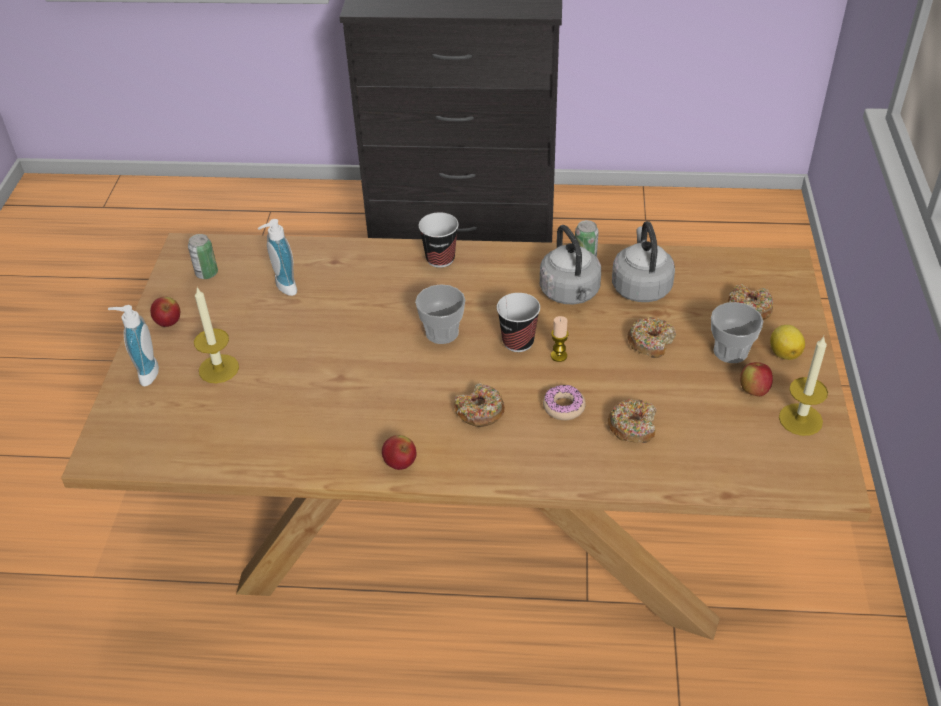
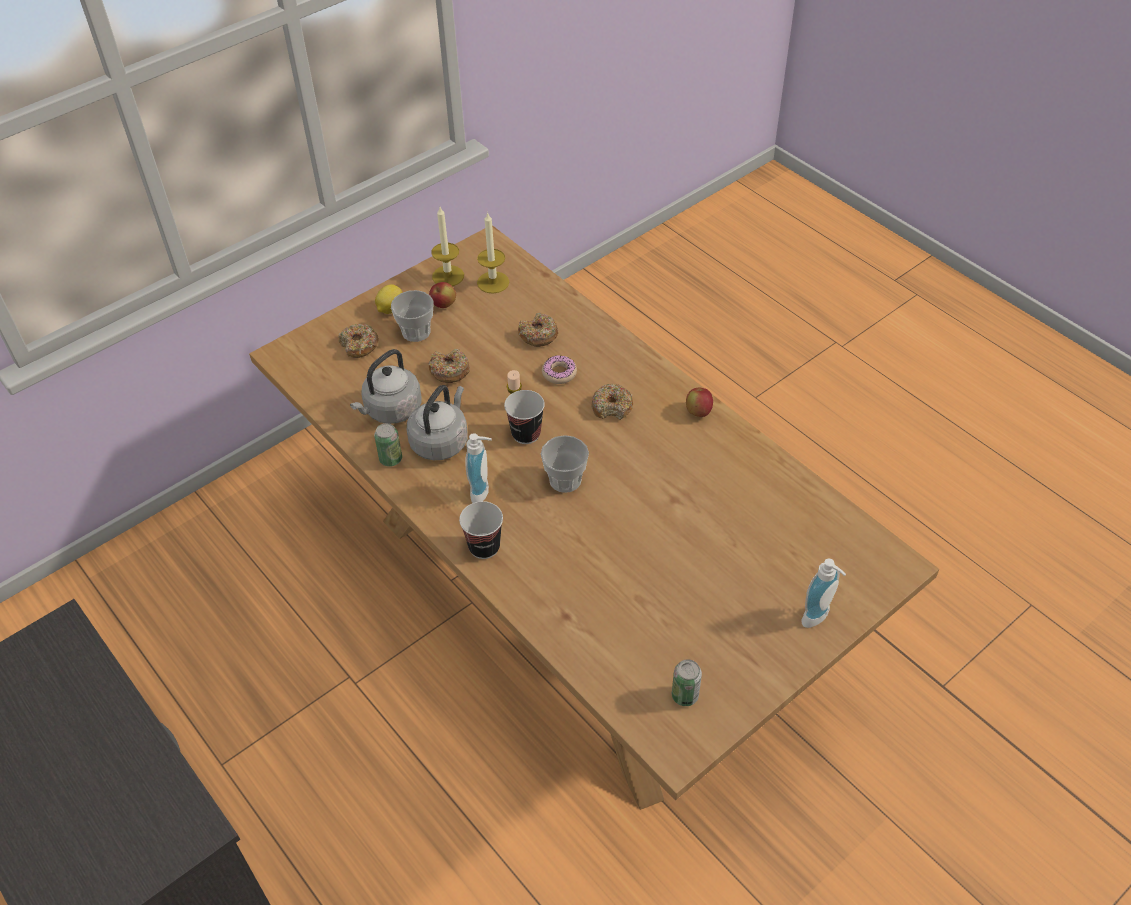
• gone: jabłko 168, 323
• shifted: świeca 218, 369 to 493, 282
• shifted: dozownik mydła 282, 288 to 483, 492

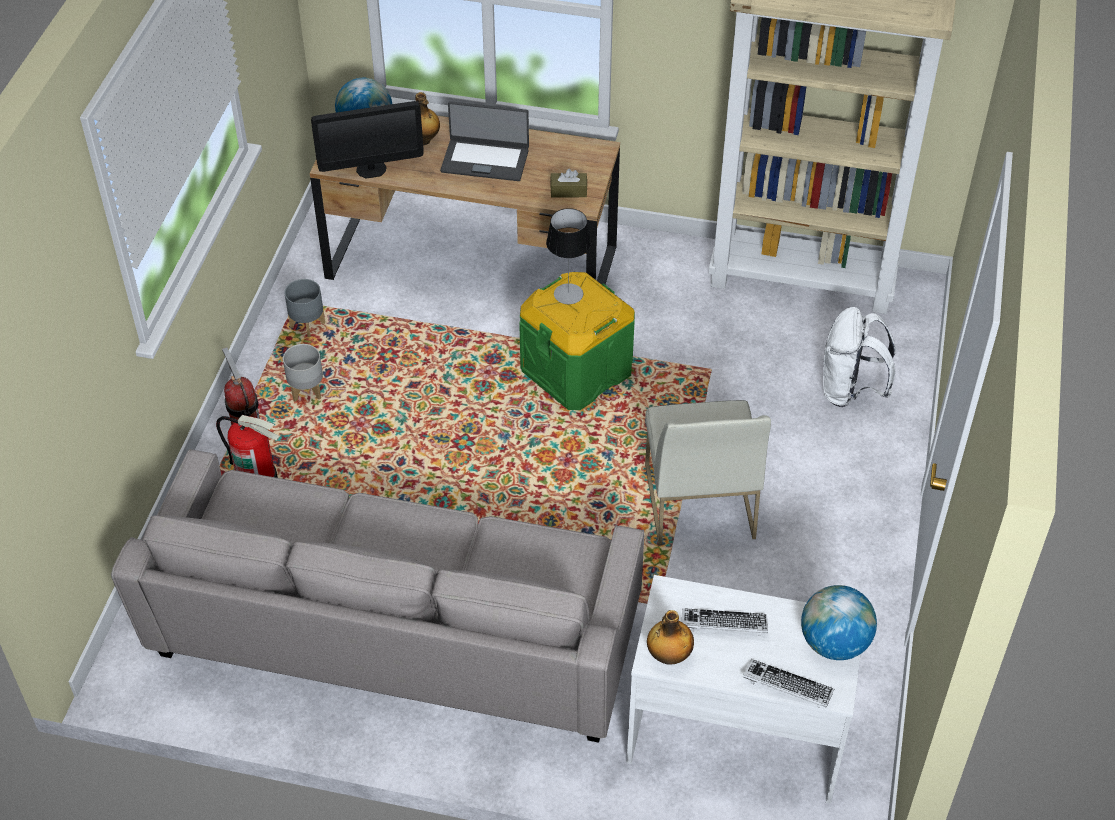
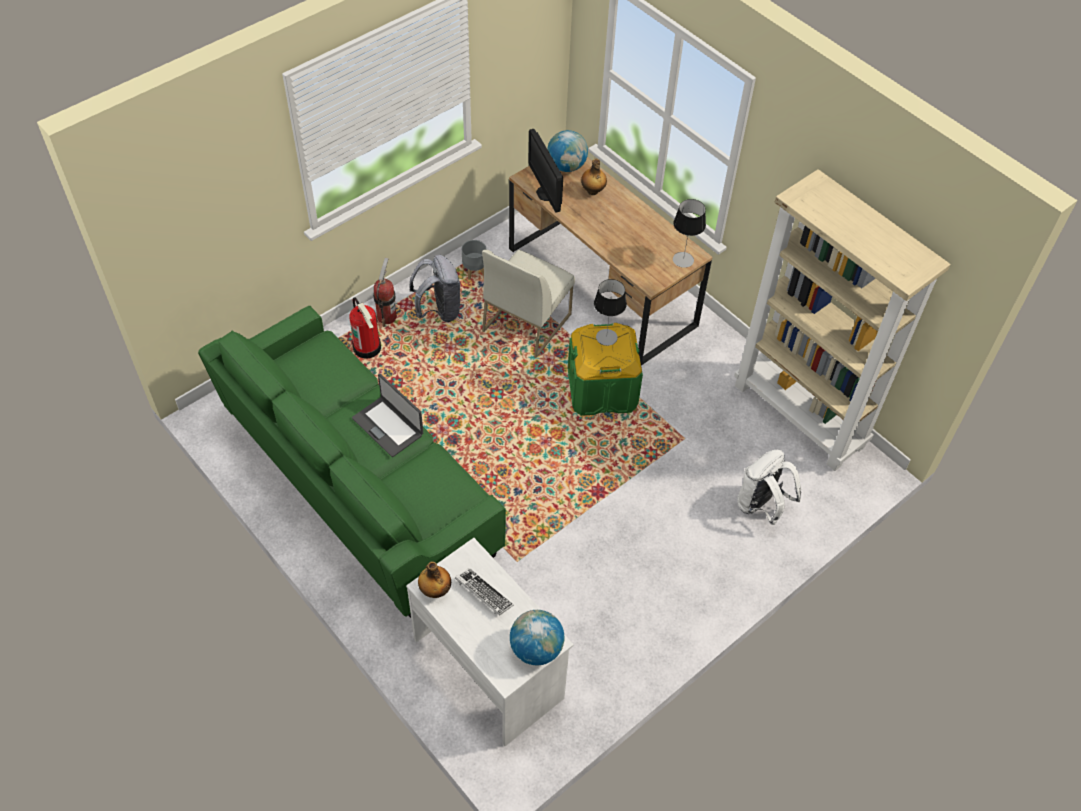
• repainted: kanapa [szary] 395, 636 to kanapa [zielony] 359, 483
• swapped: donica [szary] 306, 391 to plecak [szary] 439, 311
• rotated: monitor 371, 169 = 546, 193 45 degrees clockwise
• shifted: laptop 485, 160 to 388, 426
• gone: pudełko chusteczek [brązowy] 568, 191
• shifted: krzesło [biały] 698, 500 to 526, 322
• gone: klawiatura 787, 687
• new: lampa stołowa 683, 260

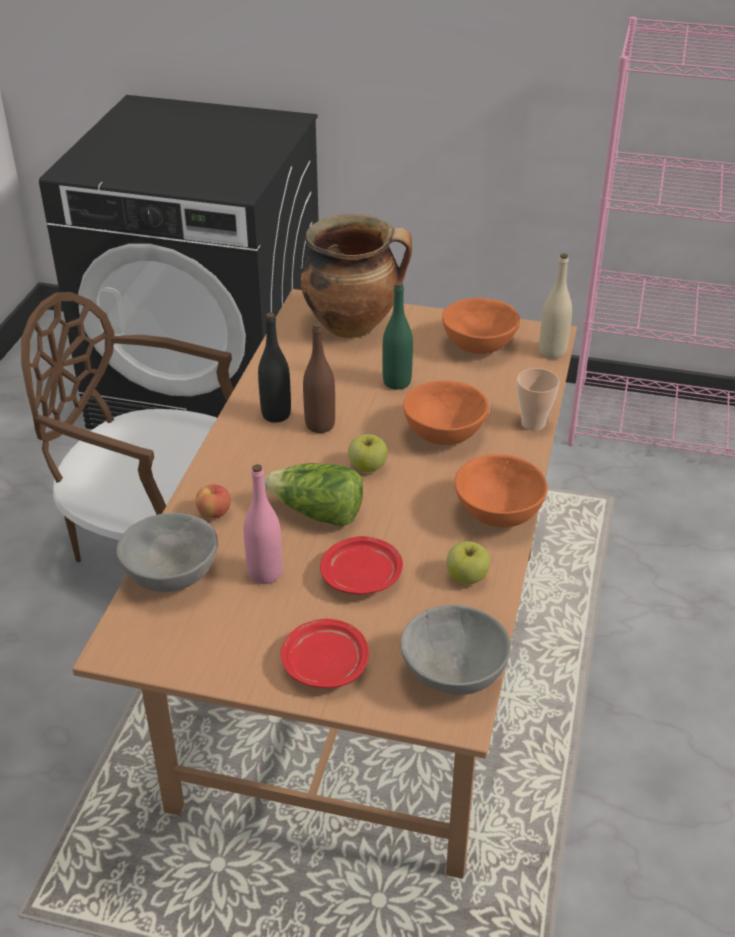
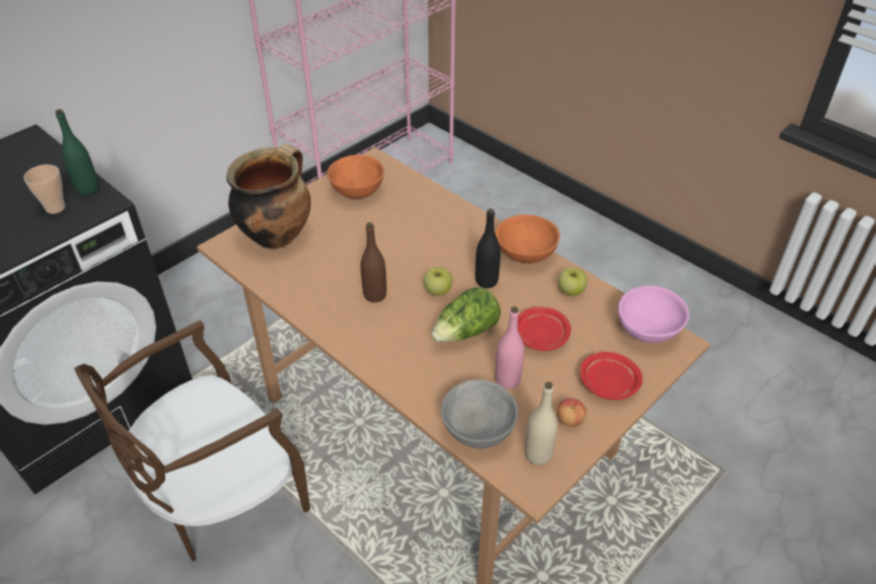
• shifted: jabłko 214, 513 to 569, 420
• shifted: butelka [czarny] 276, 414 to 486, 281
• shifted: butelka [zielony] 397, 382 to 88, 189
• repainted: miska [szary] 453, 677 to miska [różowy] 648, 331
• gone: miska [pomarańczowy] 443, 434
• shifted: filiżanka 533, 423 to 55, 208
• shifted: butelka [beżowy] 552, 352 to 538, 454

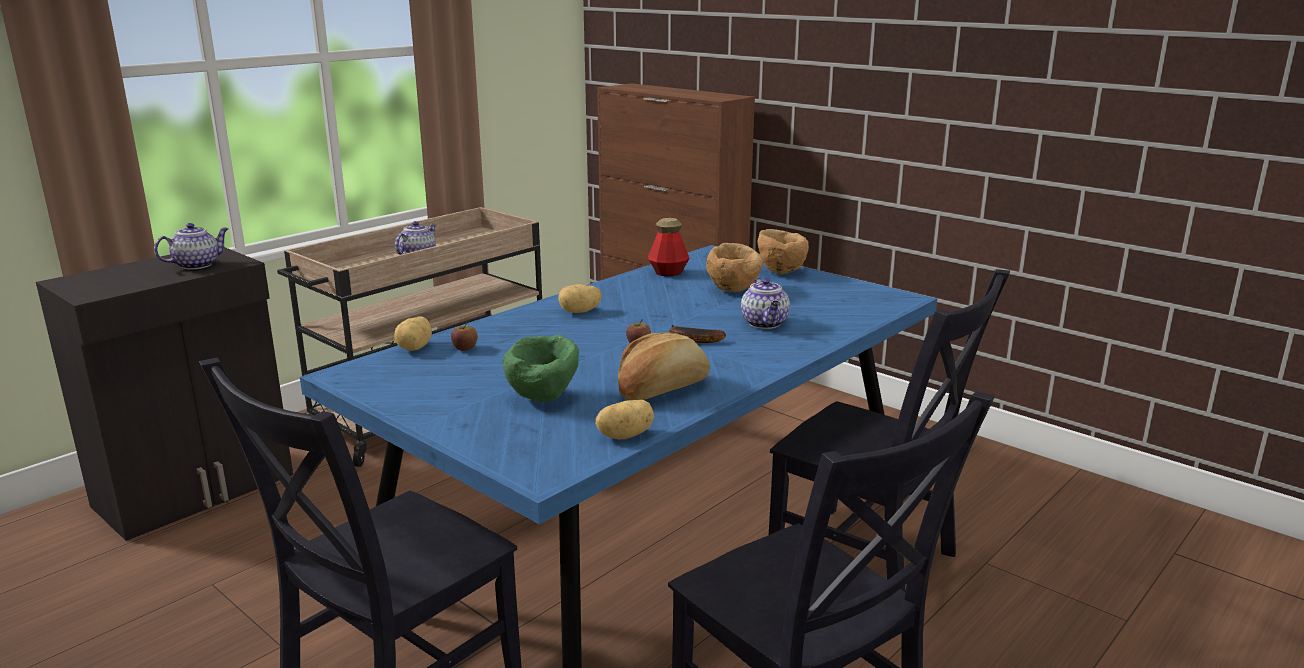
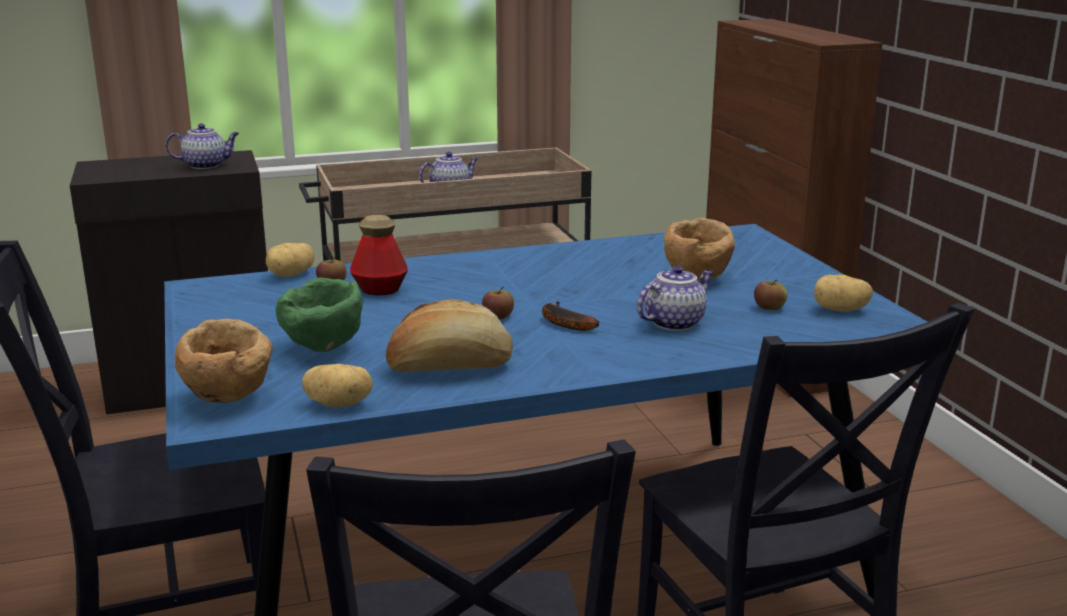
• shifted: ziemniak 580, 312 to 840, 310
• shifted: butelka 668, 272 to 380, 290
• rotated: imbryk 765, 324 = 674, 322 150 degrees counterclockwise
• shifted: miska [brązowy] 781, 272 to 229, 398
• new: jabłko 769, 307

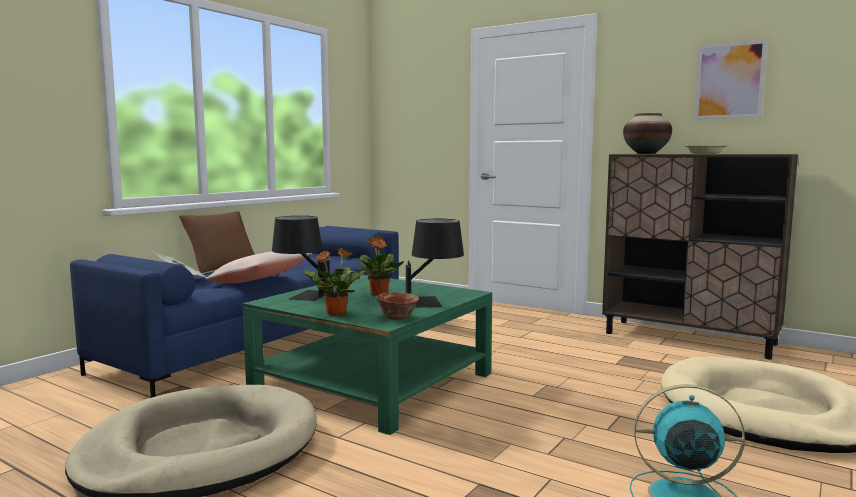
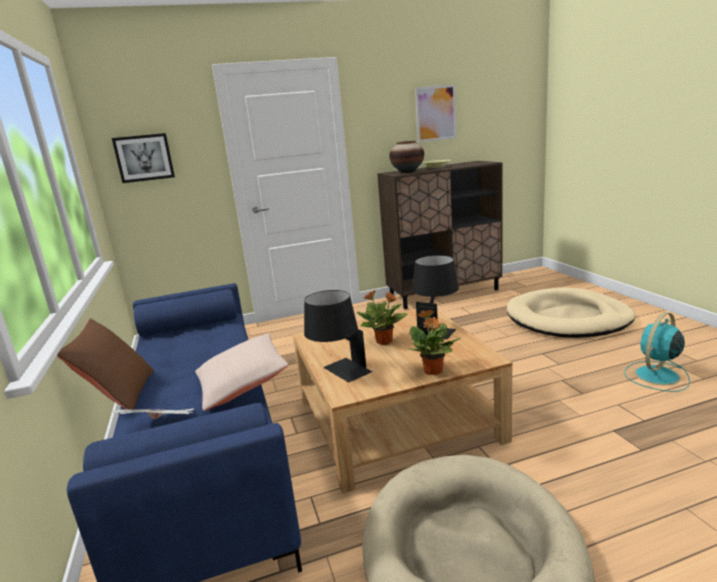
• repainted: ława [zielony] 373, 382 to ława [beżowy] 396, 418
• gone: miska 397, 317
• new: obraz 144, 158

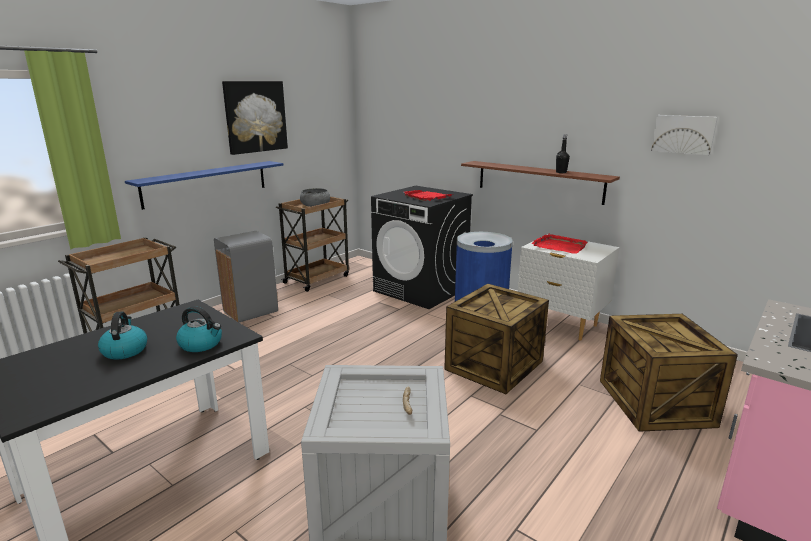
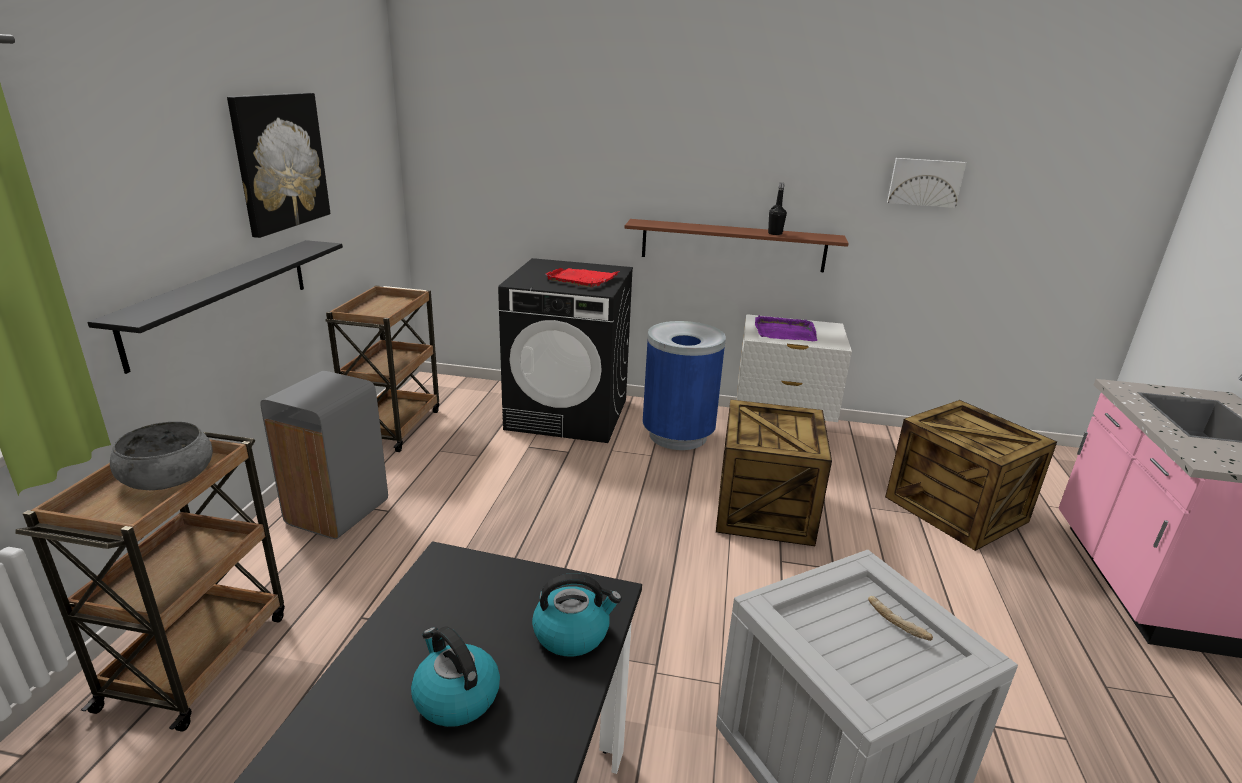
• repainted: półka [niebieski] 206, 183 to półka [czarny] 222, 299
• shifted: miska [szary] 315, 205 to 167, 475
• repainted: taca [czerwony] 559, 246 to taca [fioletowy] 784, 332

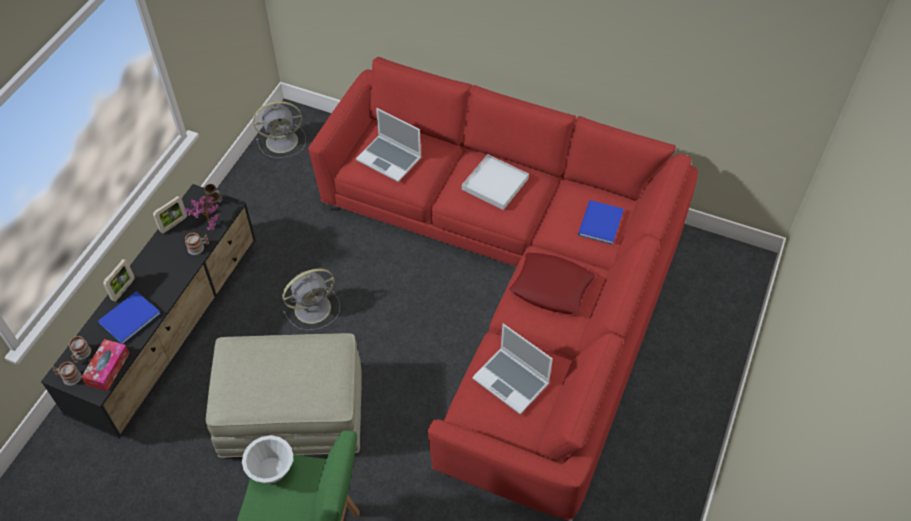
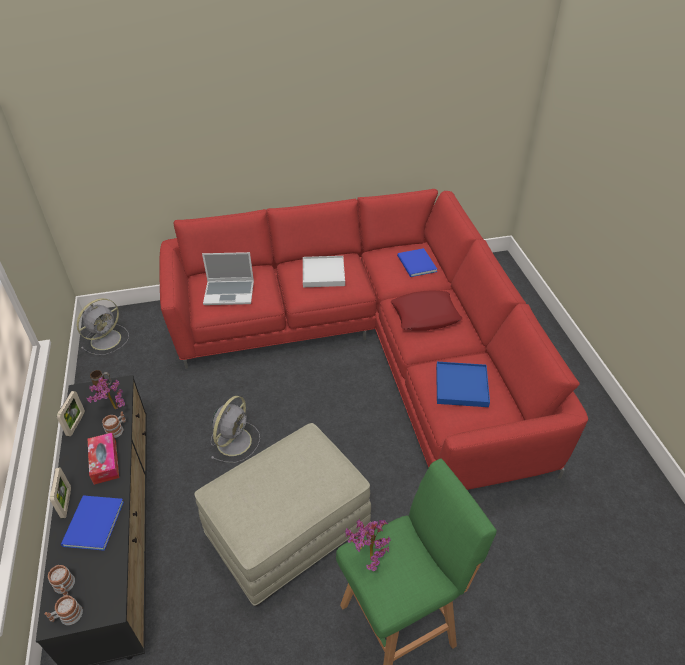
• shifted: pudełko chusteczek 108, 368 to 105, 462
• swapped: miska [biały] 272, 471 to roślina doniczkowa 368, 556
• swapped: laptop 512, 381 to taca [niebieski] 461, 386

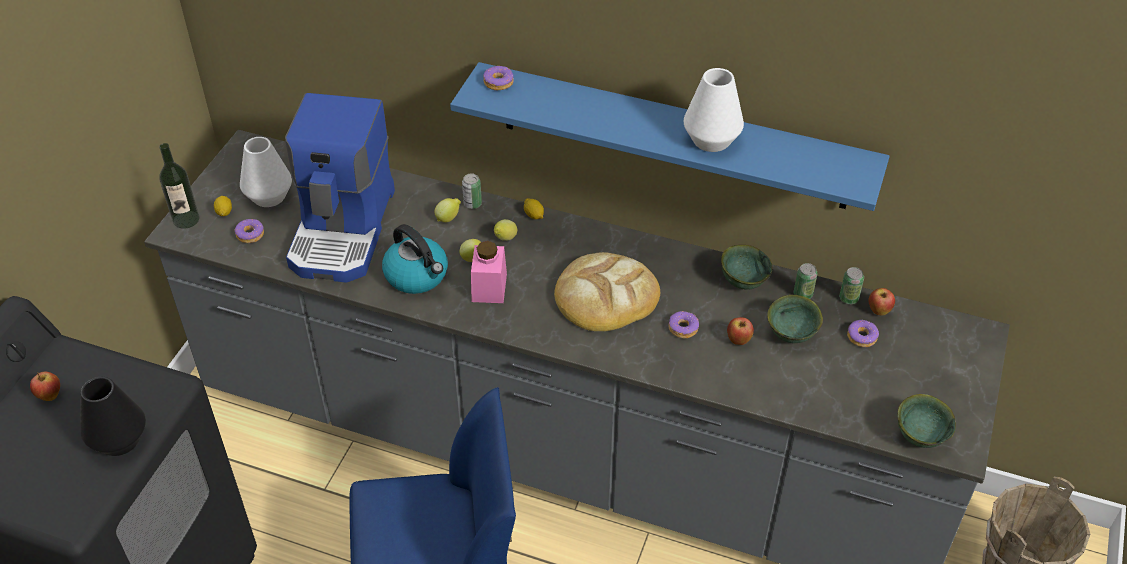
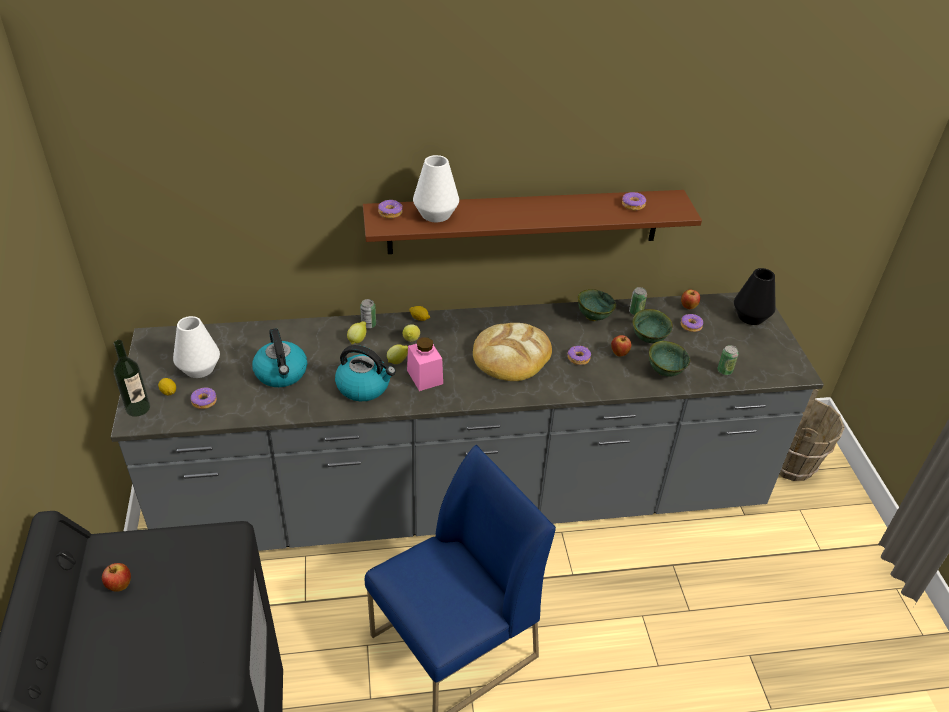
• shifted: wazon [czarny] 119, 440 to 750, 317
• swapped: ekspres do kawy 344, 230 to czajnik 281, 373
• repainted: półka [niebieski] 673, 136 to półka [brązowy] 524, 221
• shifted: wazon [biały] 711, 140 to 435, 214
• shifted: puszka 848, 298 to 724, 371
• shifted: miska [zielony] 920, 436 to 664, 371
• new: donut 633, 205

